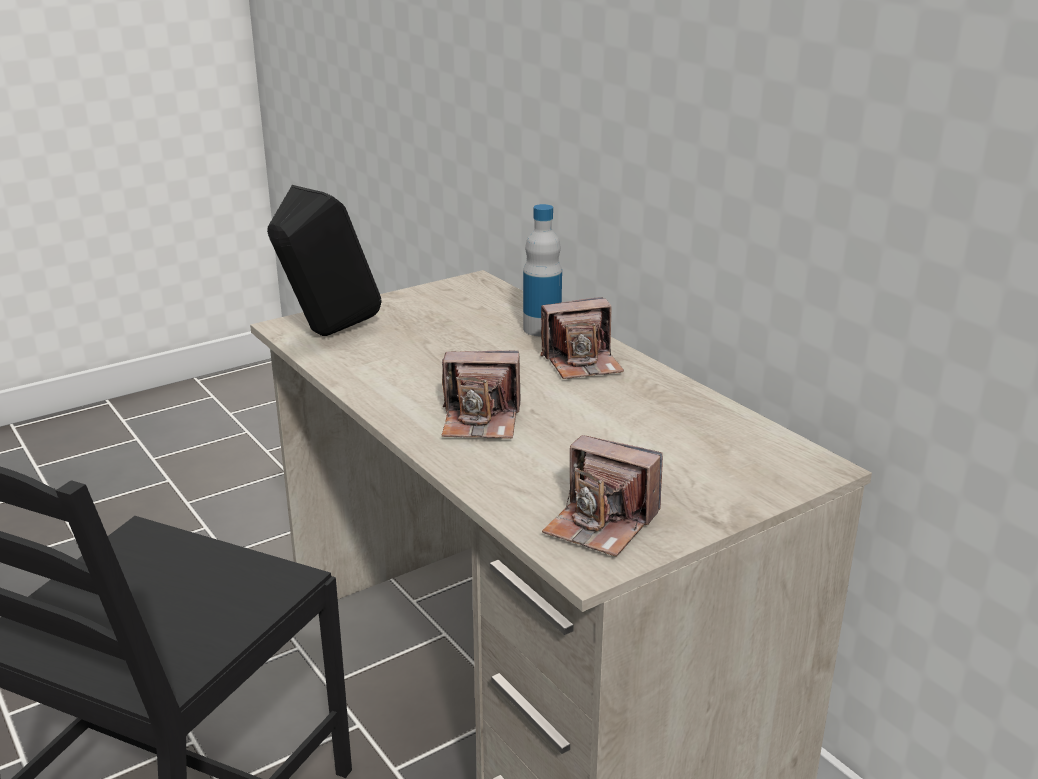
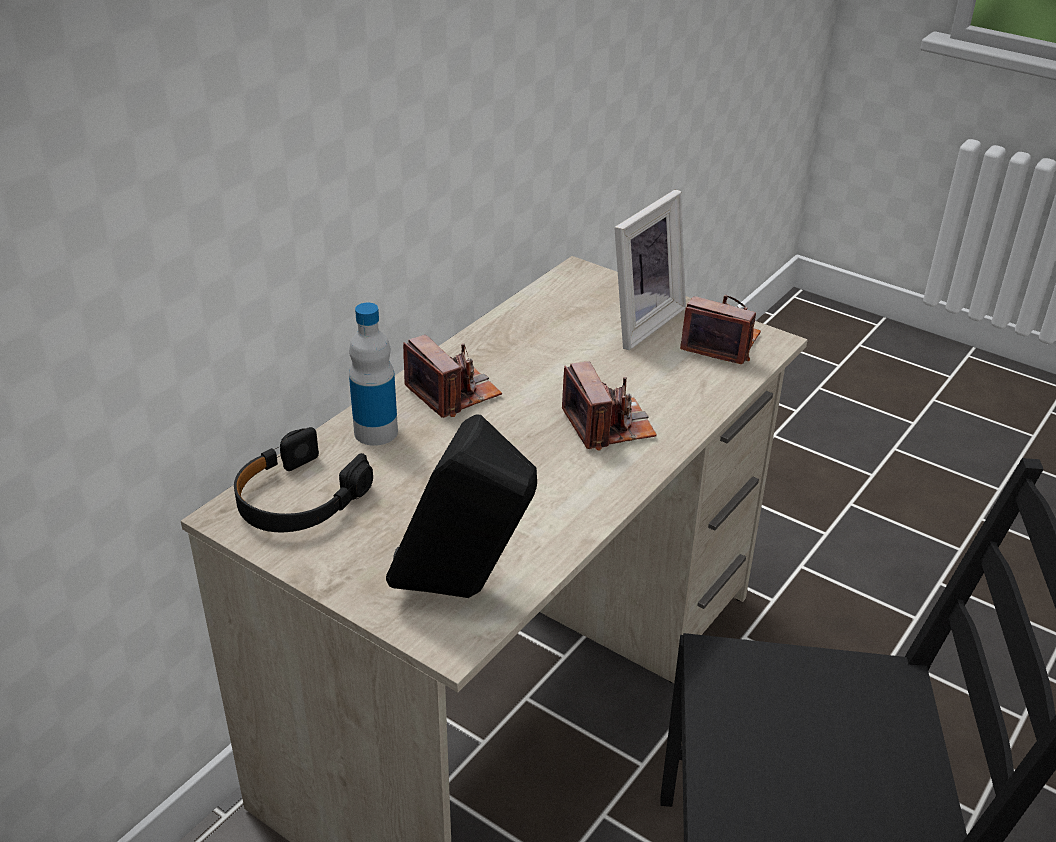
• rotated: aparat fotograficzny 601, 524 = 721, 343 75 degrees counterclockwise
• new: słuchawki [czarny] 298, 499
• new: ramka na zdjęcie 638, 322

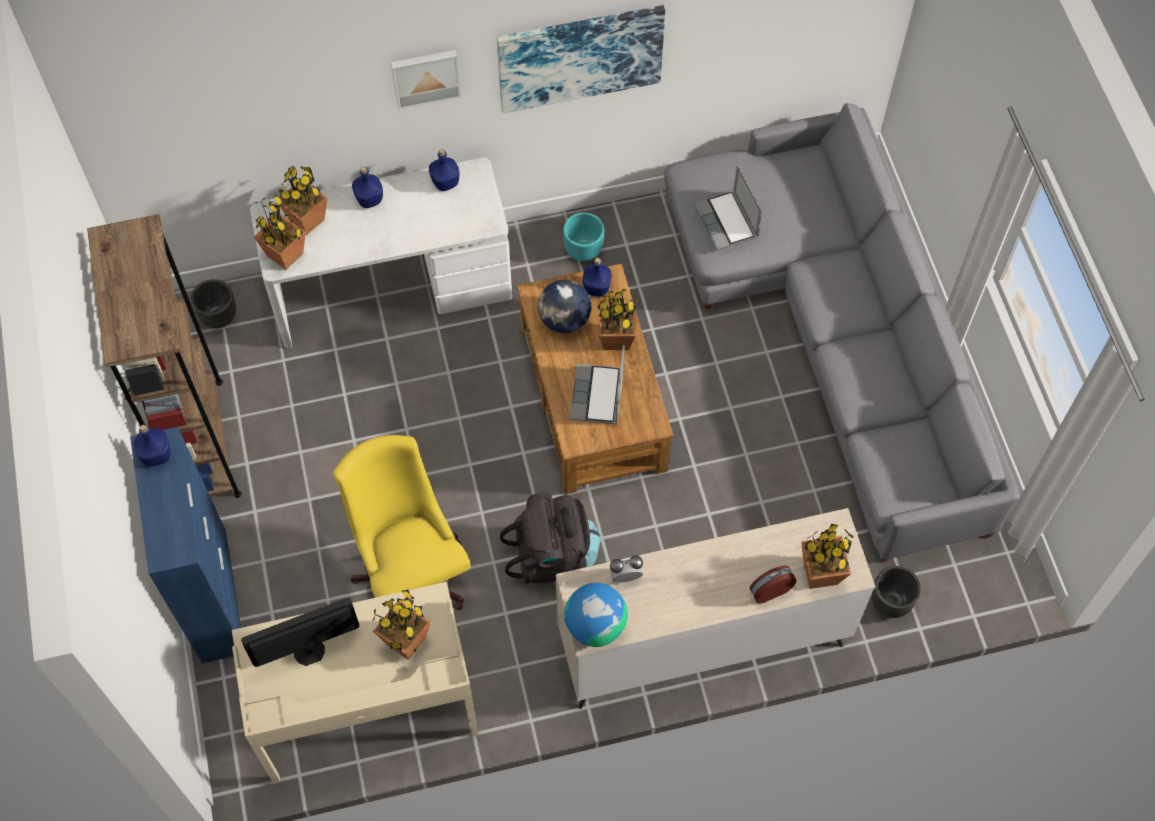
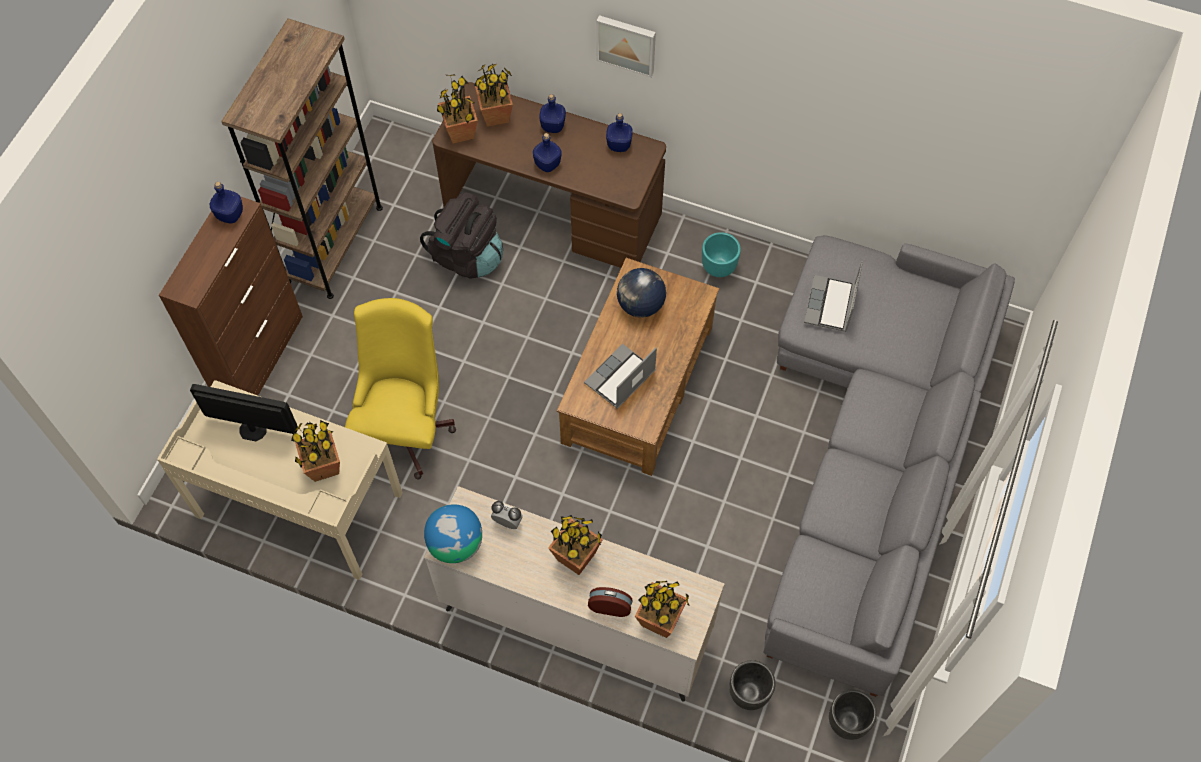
• repainted: szafka [niebieski] 214, 594 to szafka [brązowy] 260, 357
• shifted: donica [czarny] 219, 317 to 847, 721
• repainted: biurko [biały] 391, 287 to biurko [brązowy] 553, 211
• gone: obraz 580, 57
• shifted: plecak [czarny] 553, 556 to 467, 256
• shifted: butelka [niebieski] 596, 289 to 547, 165
• shifted: roślina doniczkowa 616, 339 to 576, 557

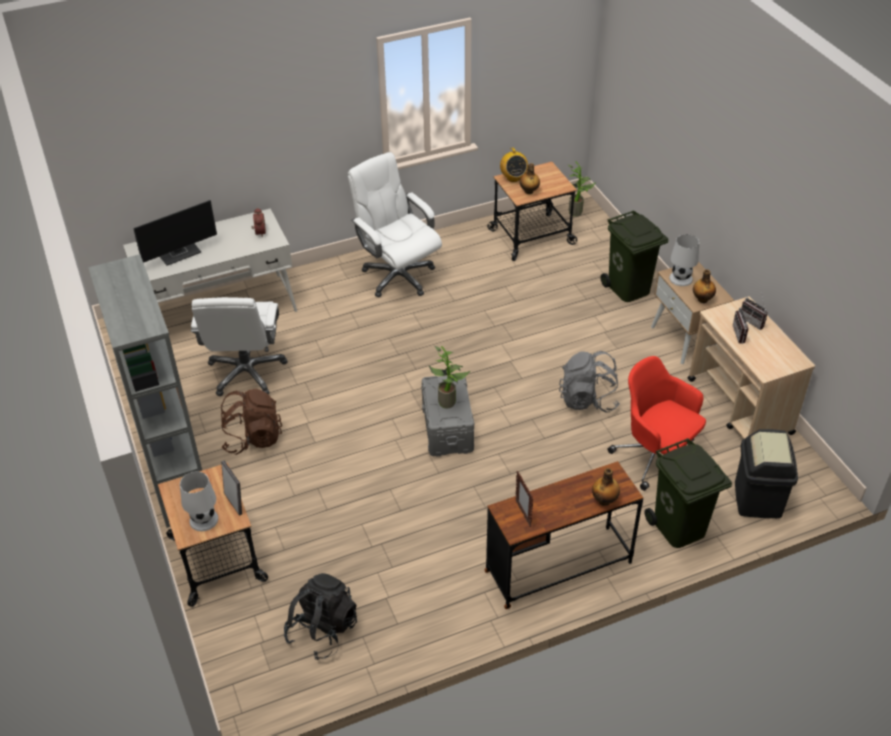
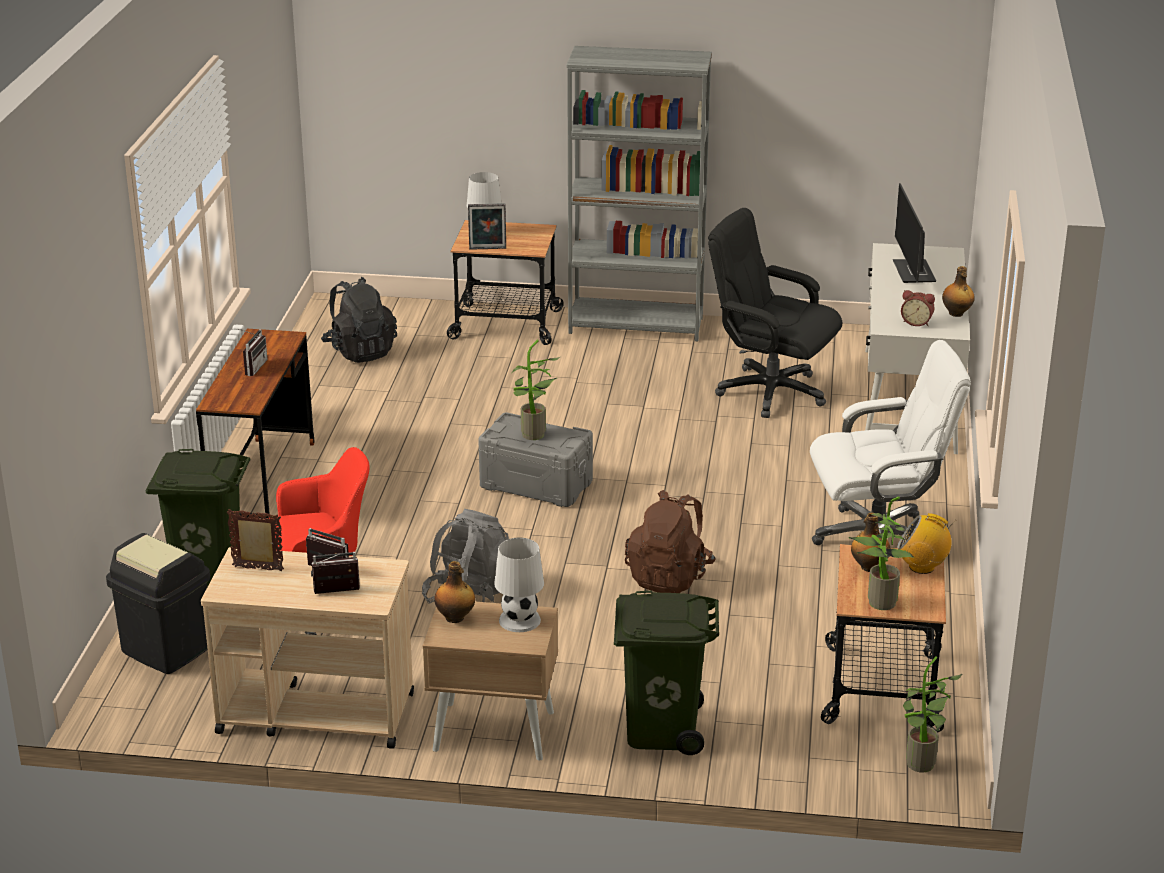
• repainted: krzesło biurowe [biały] 246, 372 to krzesło biurowe [czarny] 770, 392
• shifted: plecak [brązowy] 252, 438 to 669, 577
• shifted: ramka na zdjęcie 523, 513 to 258, 569
• shifted: butelka 605, 500 to 956, 314
• new: radio 252, 367
• new: roślina doniczkowa 877, 603

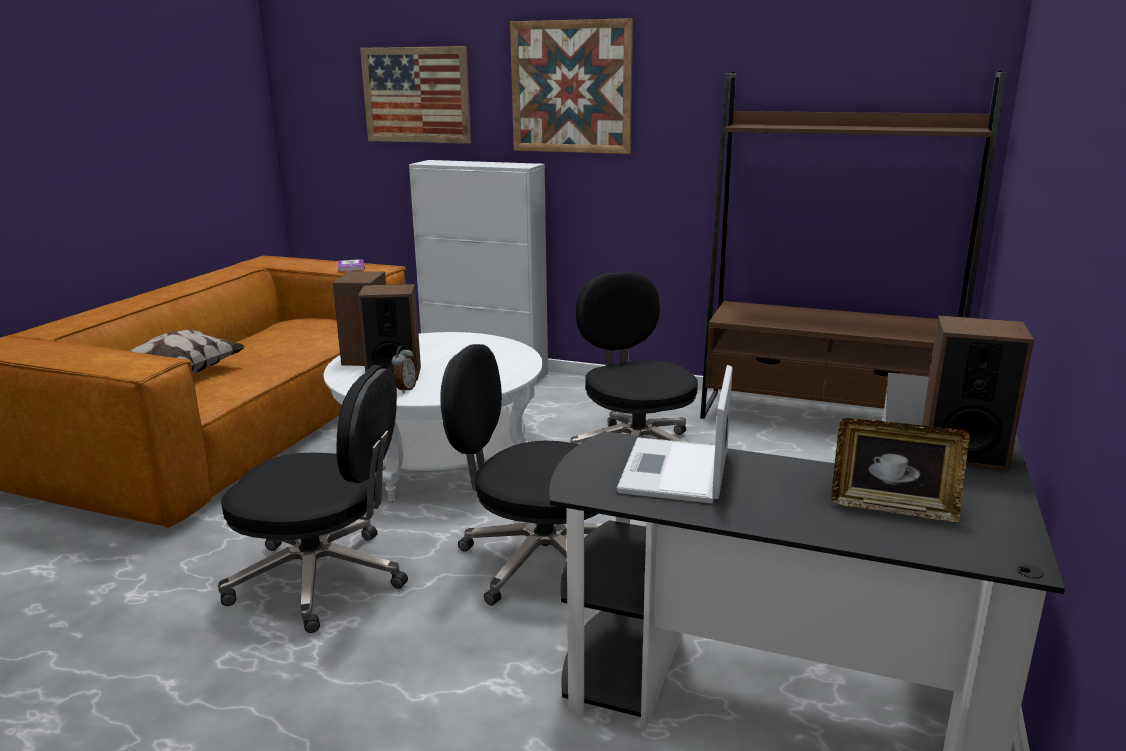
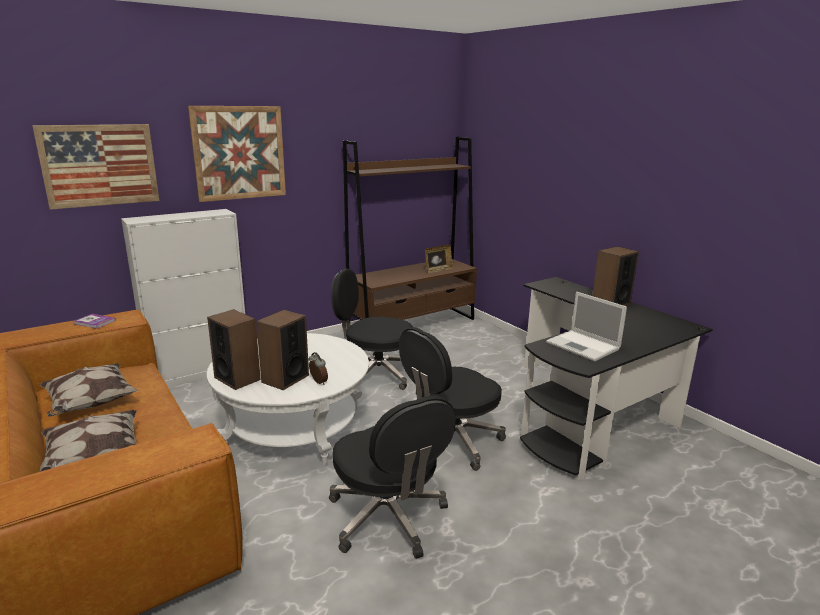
• rotated: krzesło biurowe [czarny] 322, 578 = 388, 518 105 degrees clockwise
• shifted: ramka na zdjęcie 892, 508 to 438, 270
• new: poduszka 90, 404

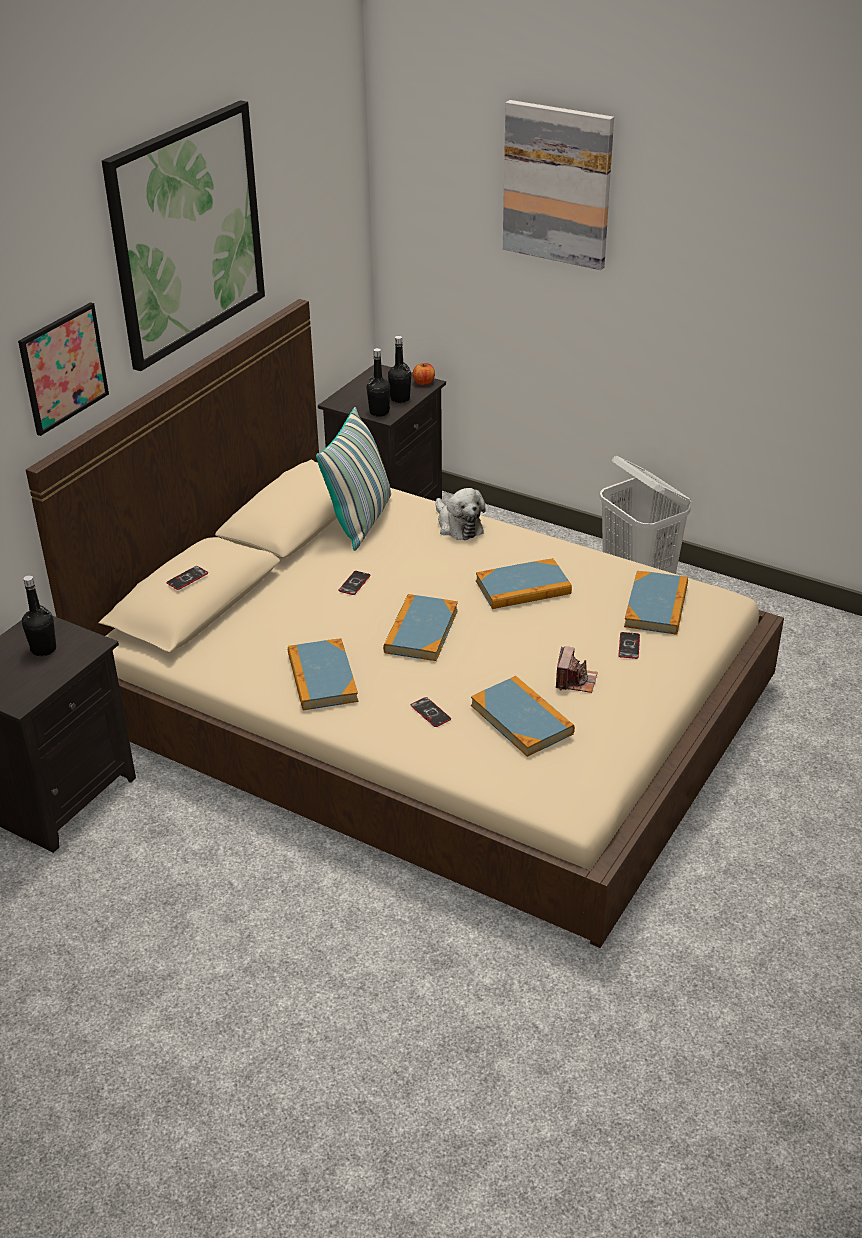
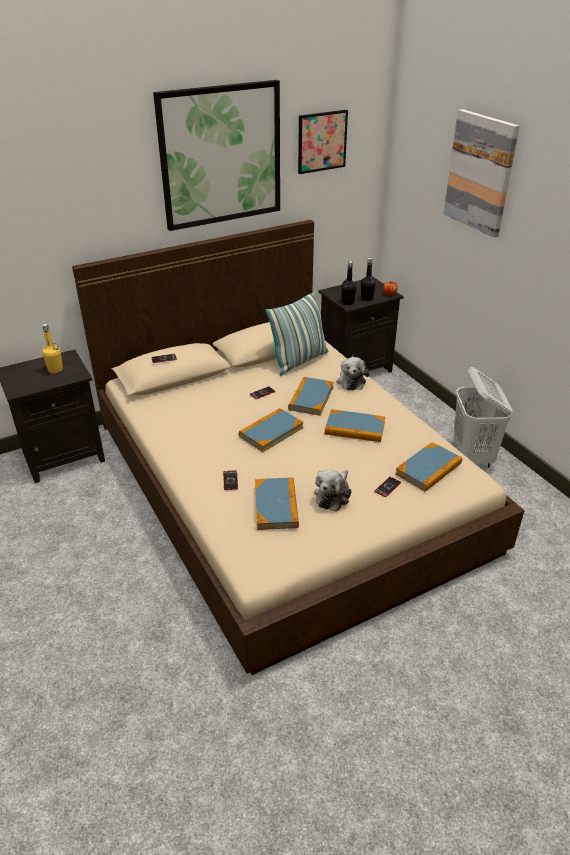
• shifted: obraz 63, 368 to 322, 141
• repainted: butelka [czarny] 43, 649 to butelka [żółty] 55, 369
• shifted: książka 322, 678 to 311, 398
• swapped: aparat fotograficzny 575, 681 to pluszak 333, 495

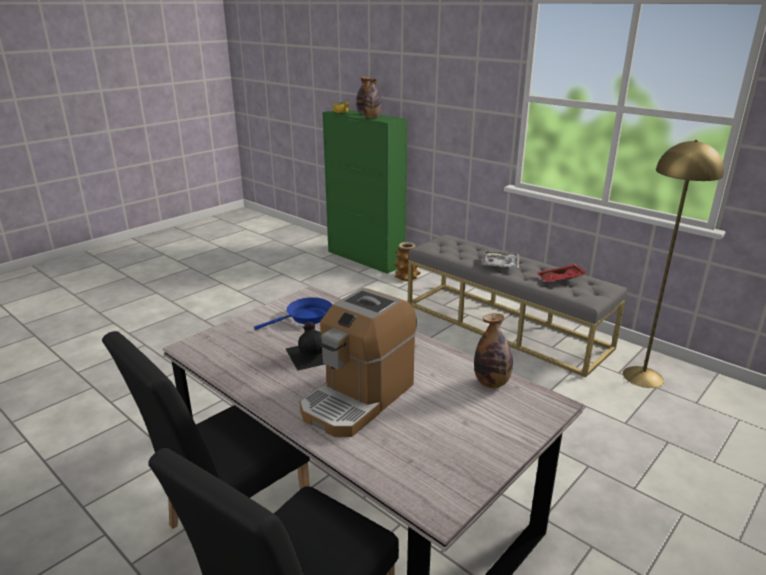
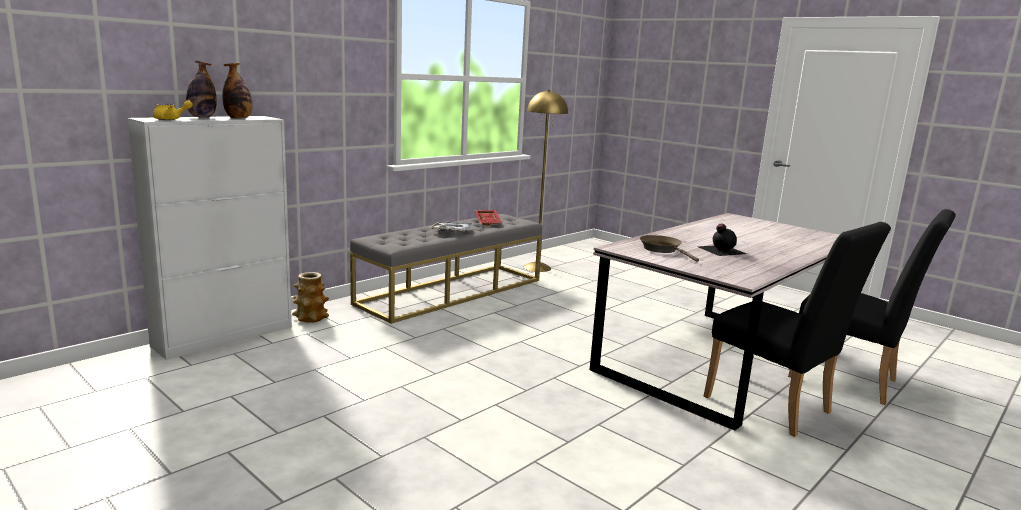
• repainted: patelnia [niebieski] 306, 317 to patelnia [brązowy] 662, 250
• gone: ekspres do kawy 358, 398
• repainted: szafka [zielony] 365, 258 to szafka [biały] 225, 336
• gone: butelka 491, 383

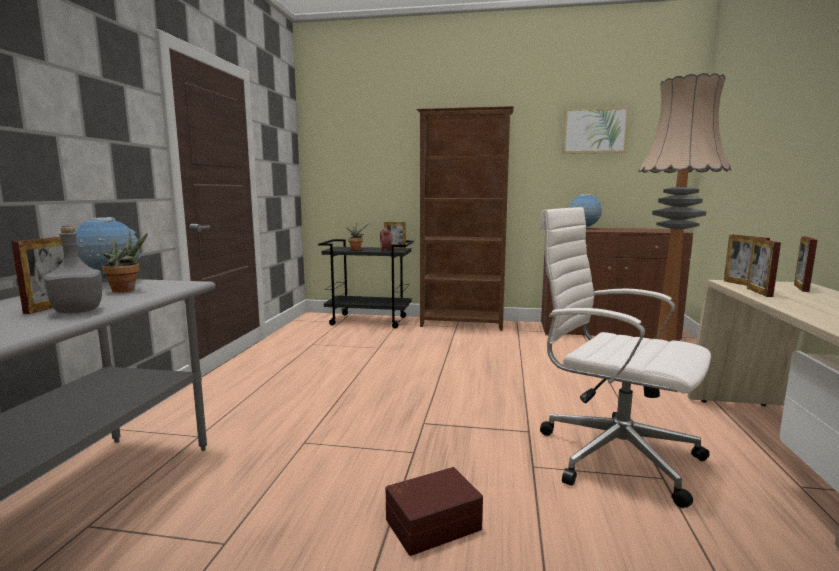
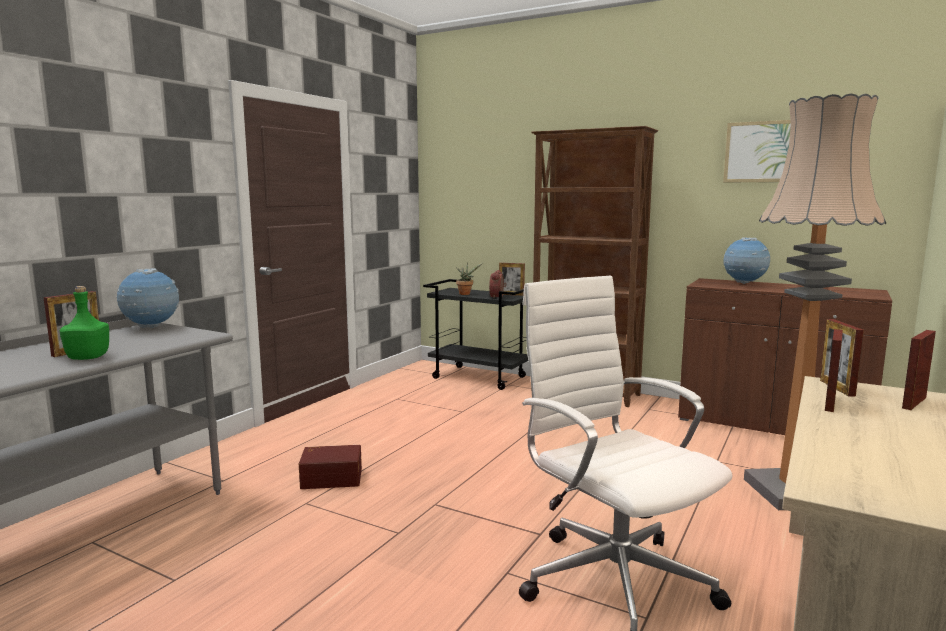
• repainted: butelka [szary] 78, 311 to butelka [zielony] 88, 358
• gone: roślina doniczkowa 127, 290
• shifted: pojemnik do przechowywania [brązowy] 432, 523 to 331, 477

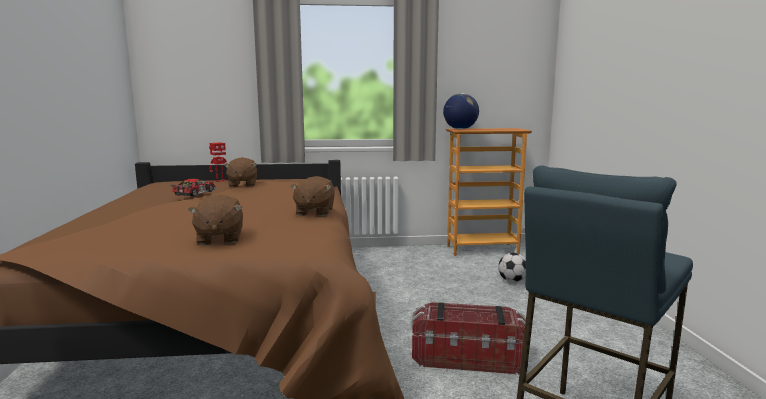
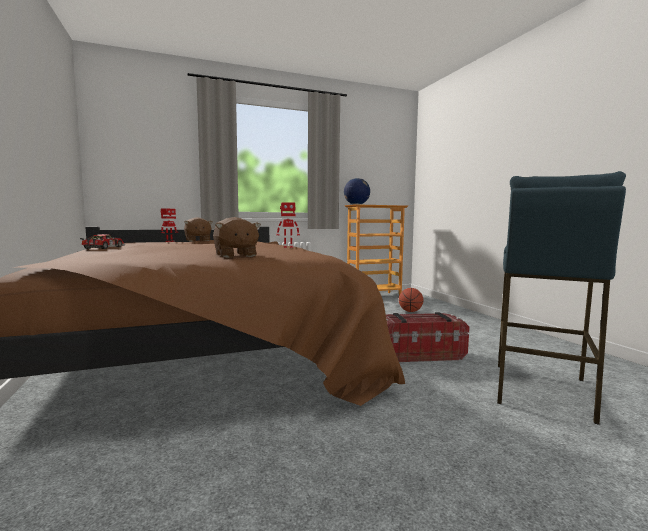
• shifted: samochodzik 194, 193 to 103, 247
• swapped: pluszak [brązowy] 314, 212 to robot zabawkowy 288, 247
• swapped: piłka futbolowa 512, 281 to piłka do koszykówki 410, 311

